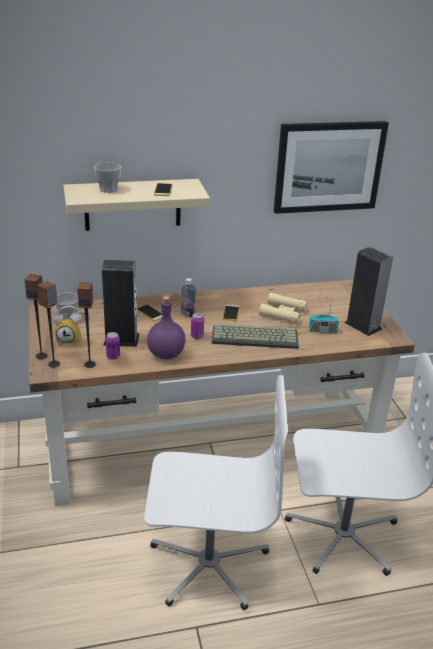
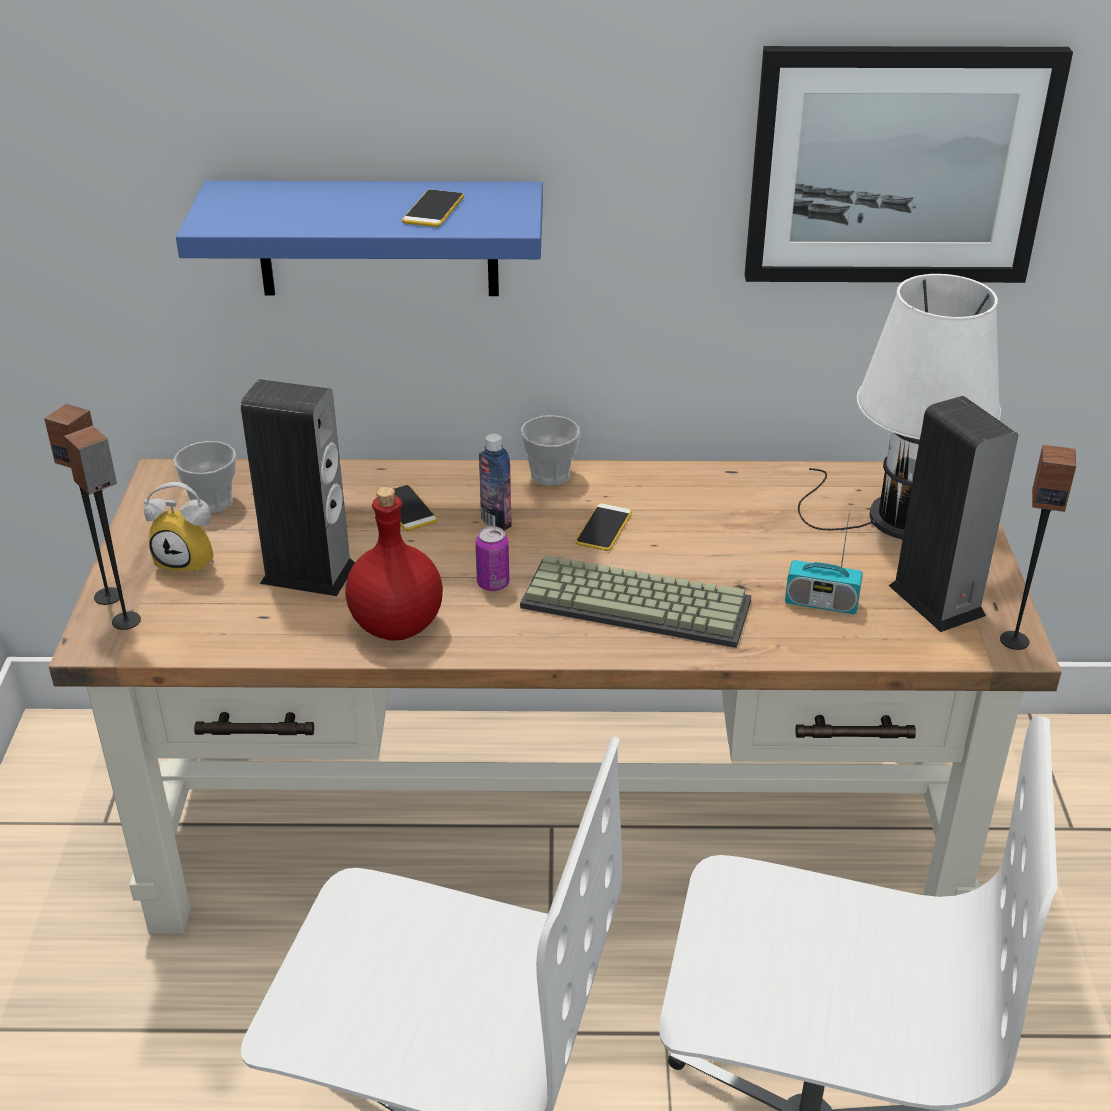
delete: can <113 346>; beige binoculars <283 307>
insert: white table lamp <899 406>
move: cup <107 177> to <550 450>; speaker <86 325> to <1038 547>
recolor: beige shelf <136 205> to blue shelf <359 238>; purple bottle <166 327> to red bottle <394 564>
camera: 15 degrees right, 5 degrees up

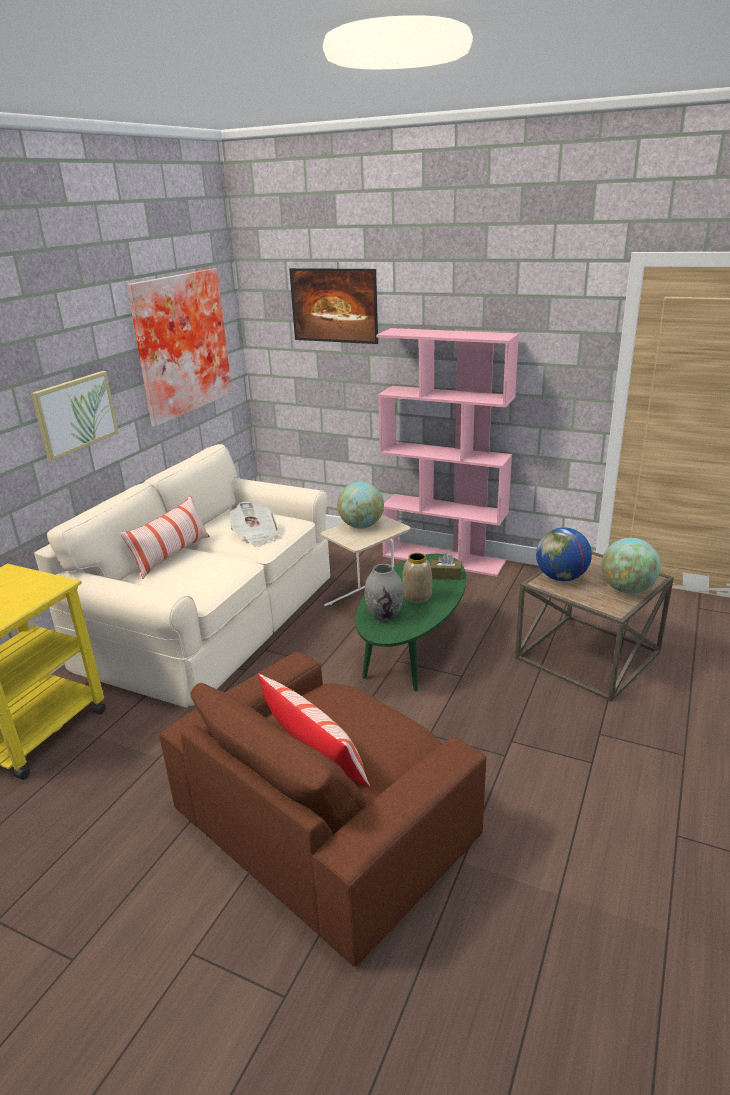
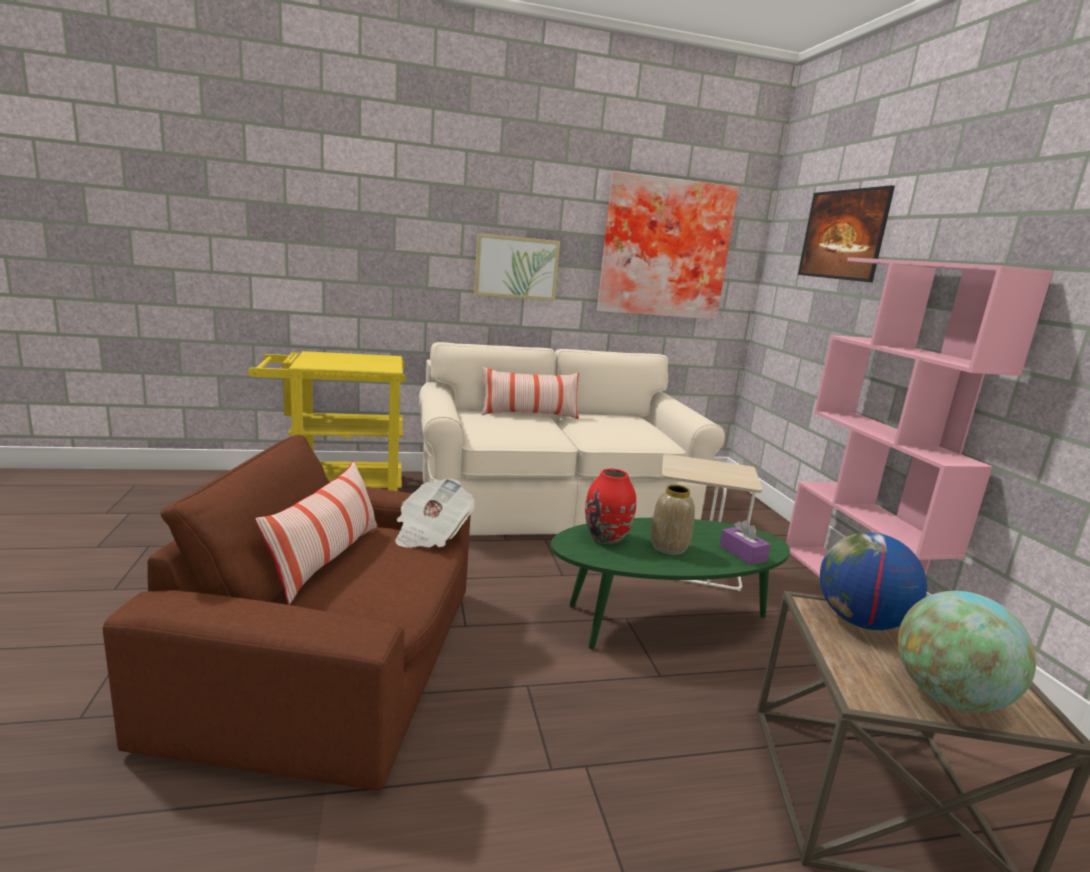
delete: globe <360 505>
move: newspaper <254 524> to <435 513>
recolor: grey vase <384 592> to red vase <610 506>; brown tissue box <446 566> to purple tissue box <745 542>
camera: 50 degrees right, 10 degrees down

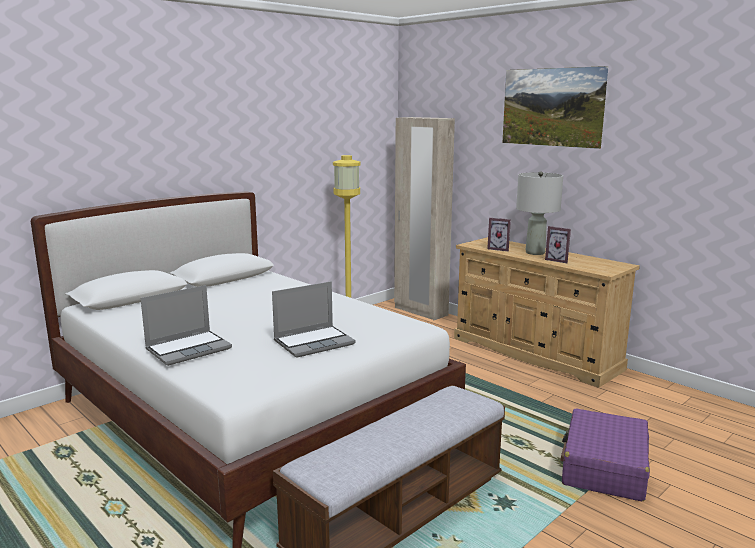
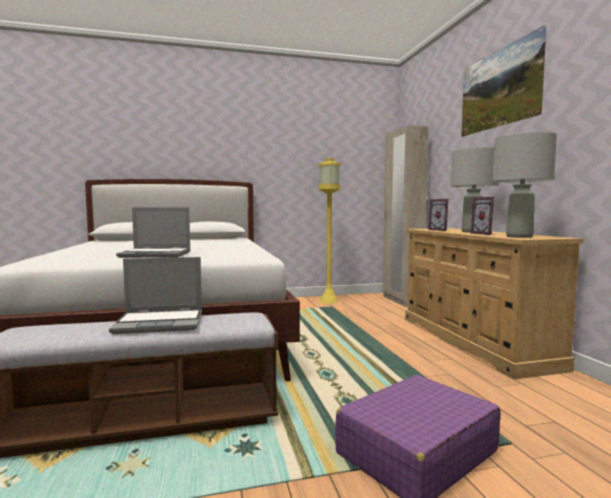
insert: grey table lamp <525 185>
move: laptop <186 325> to <155 295>
camera: 30 degrees right, 10 degrees down

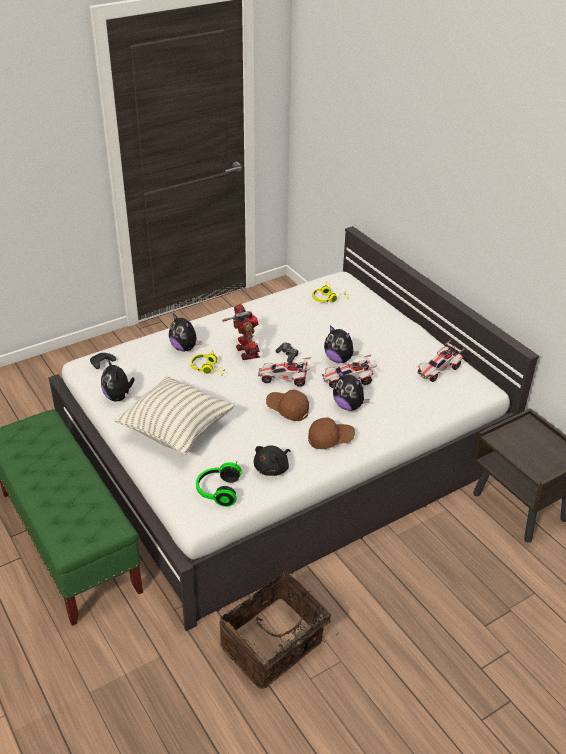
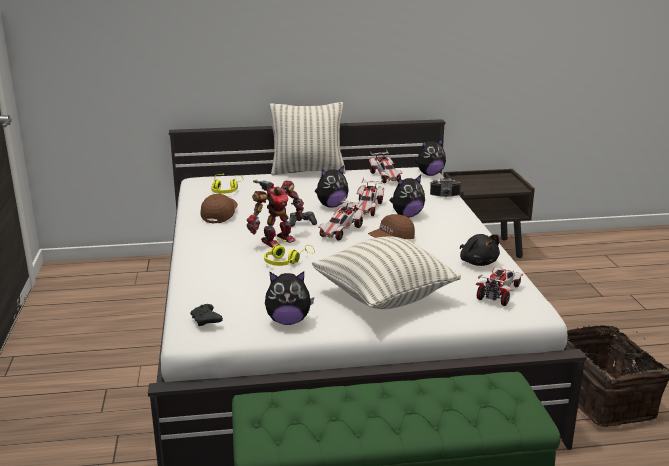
insert: pillow <307 138>; photo camera <445 187>
move: brown cap <331 433> to <219 208>; plush toy <185 332> to <430 157>
replace: headphones <219 484> to toy car <500 286>
rotate: toy robot <241 332> = <275 214> 135 degrees clockwise
camera: 65 degrees left, 15 degrees down

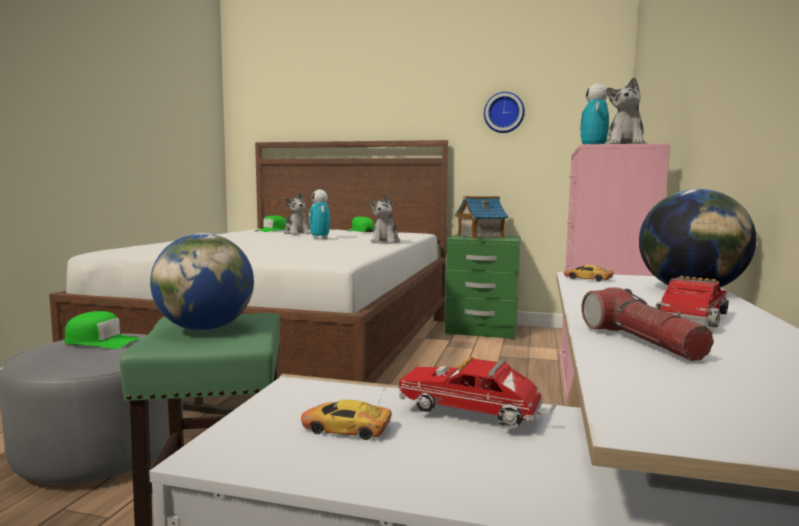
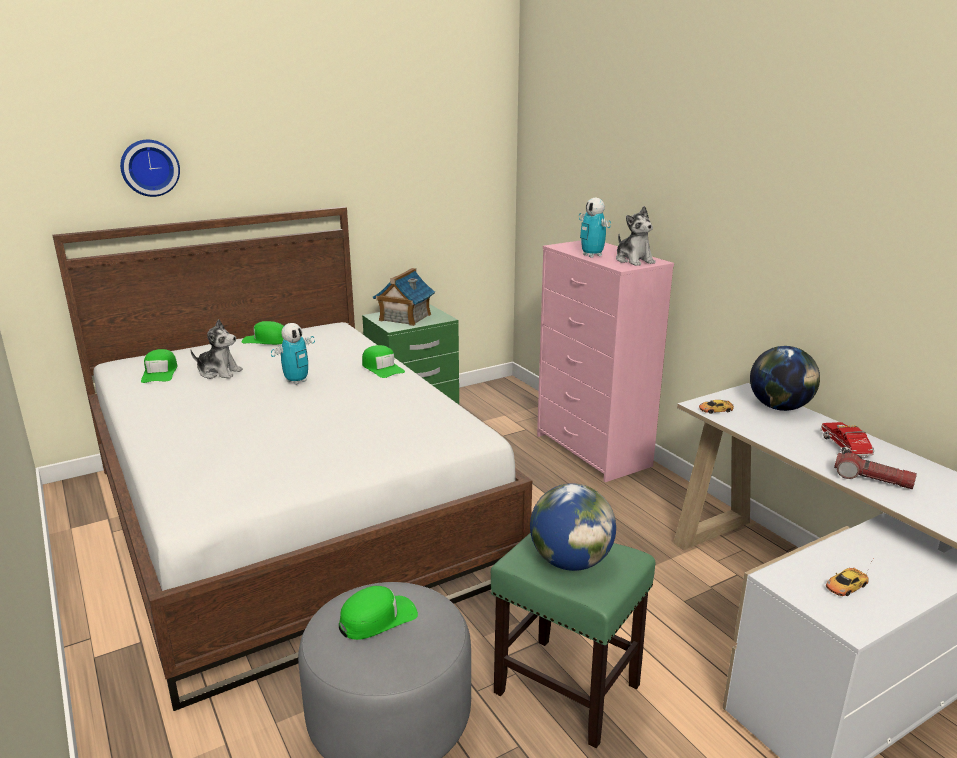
delete: toy truck <477 393>
move: wall clock <504 112> to <150 168>
replace: plush toy <384 219> to green cap <383 361>
rotate: toy robot <319 214> = <293 354> 75 degrees counterclockwise
camera: 45 degrees left, 15 degrees up

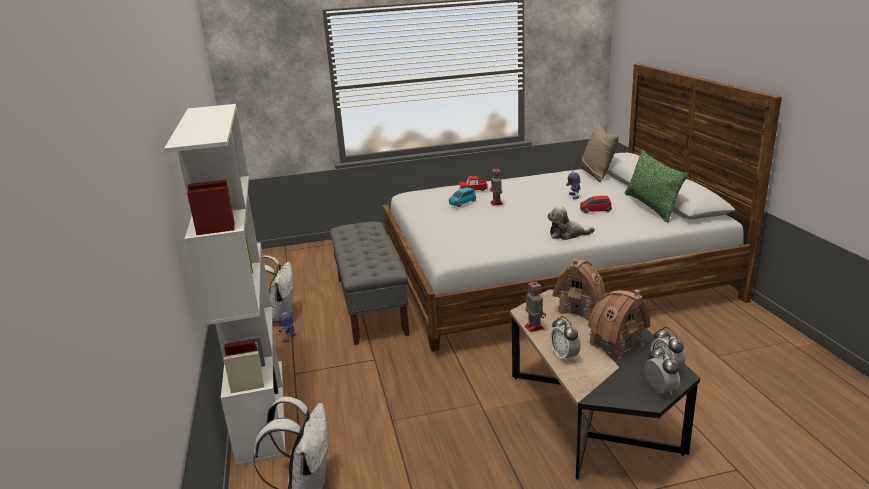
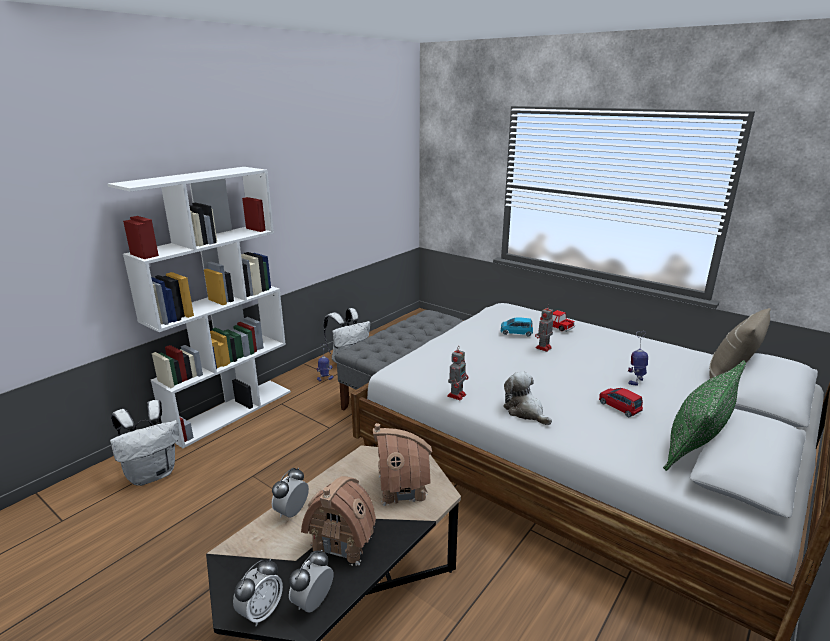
move: toy robot <535 304> to <457 375>
camera: 50 degrees right, 0 degrees up

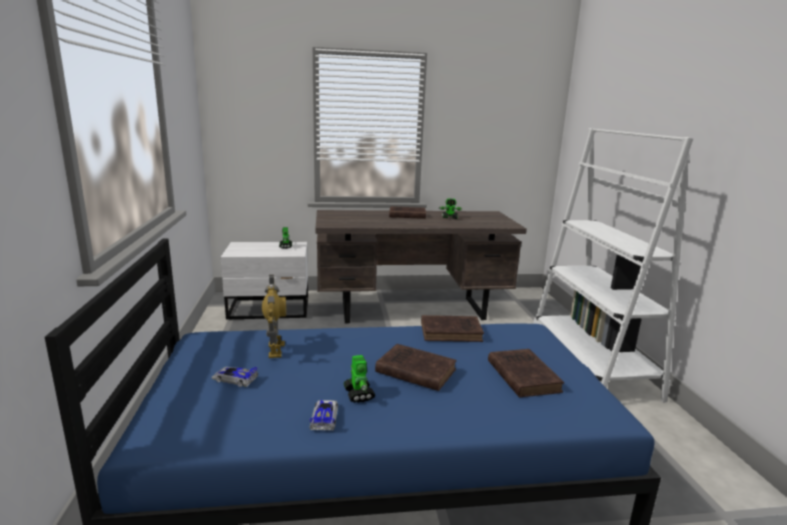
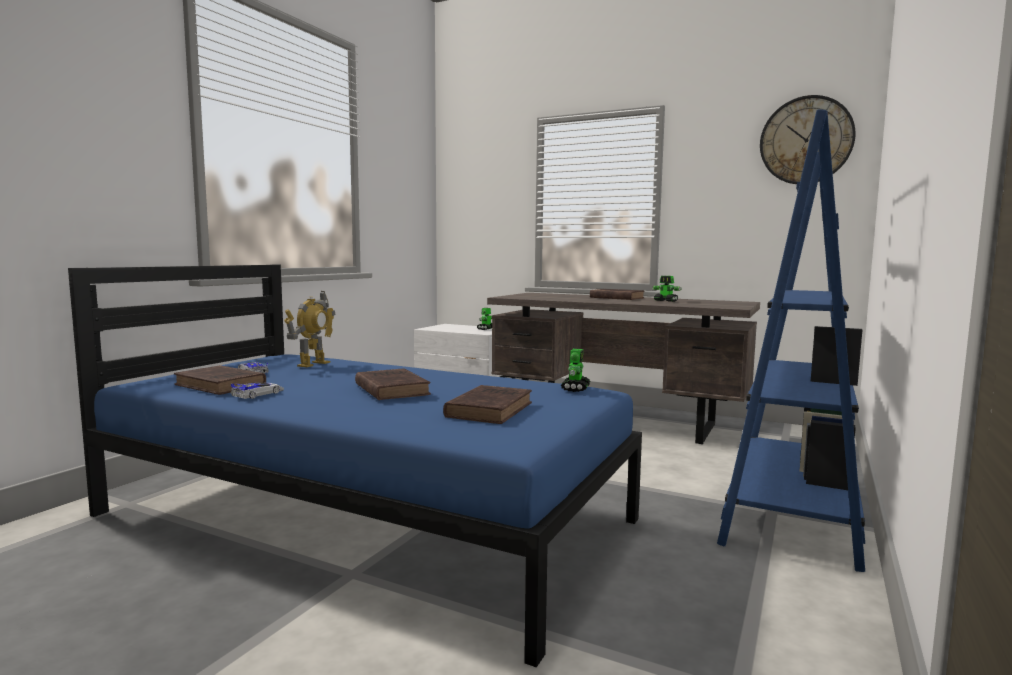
insert: wall clock <808 139>
move: brown book <452 328> to <220 380>; toy robot <359 379> to <575 370>
recolor: white bookcase <613 265> to blue bookcase <791 340>
camera: 35 degrees right, 10 degrees down

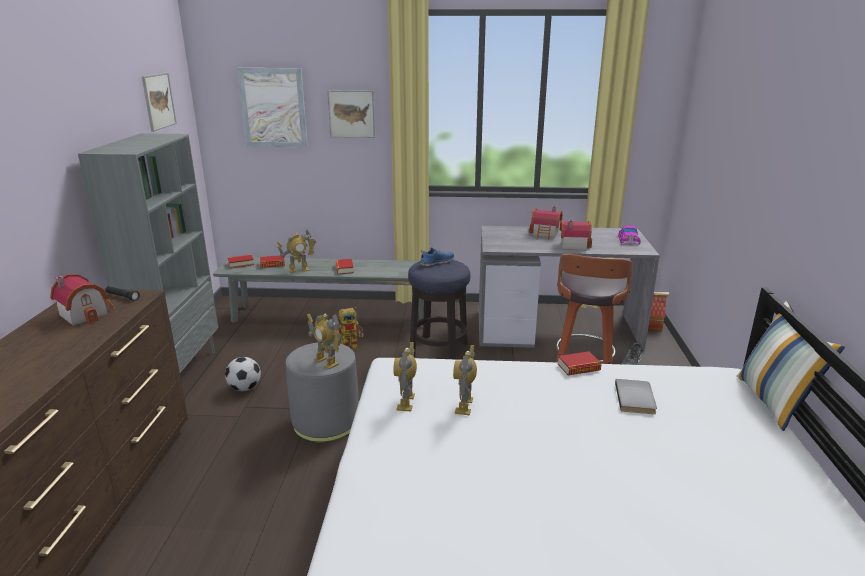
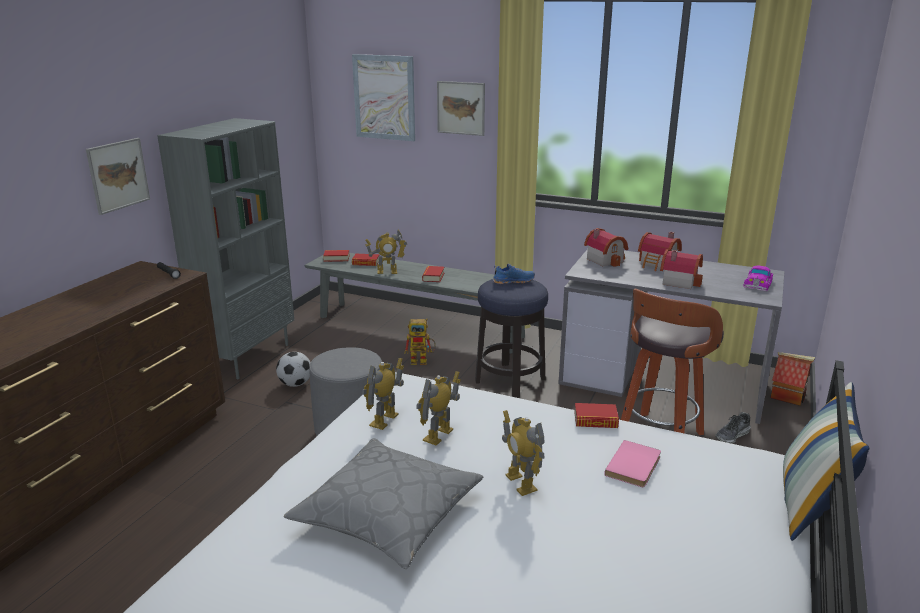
insert: grey pillow <383 503>
move: picture <159 102> to <118 176>; toy robot <324 341> to <523 453>; toy house <82 299> to <606 247>
recolor: grey book <636 396> to pink book <632 463>
camera: 20 degrees right, 0 degrees up

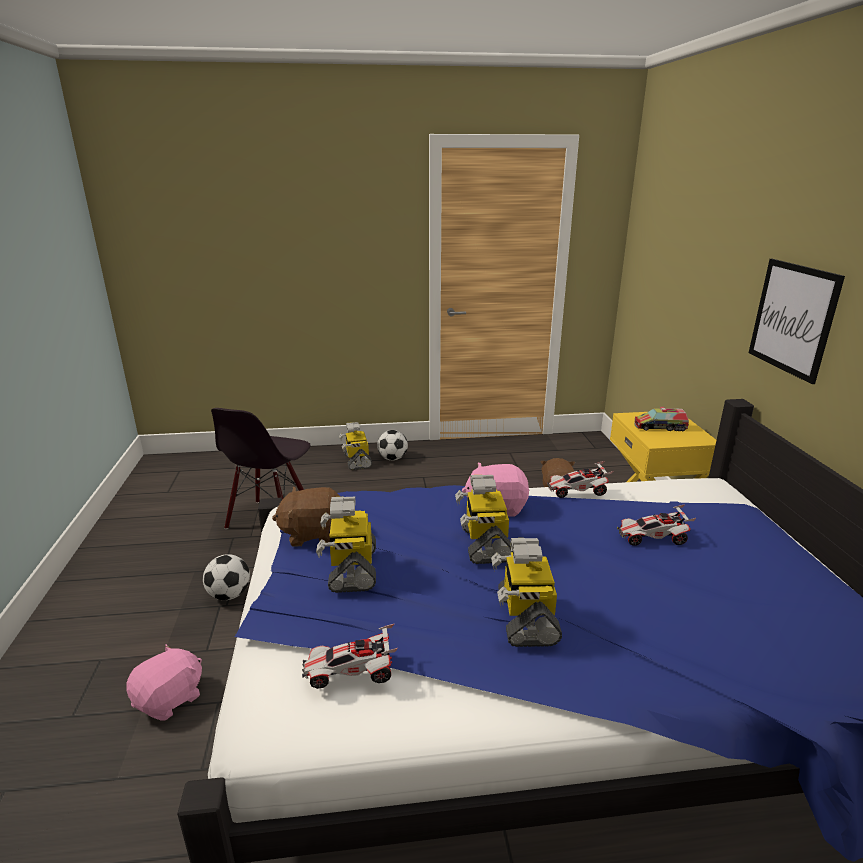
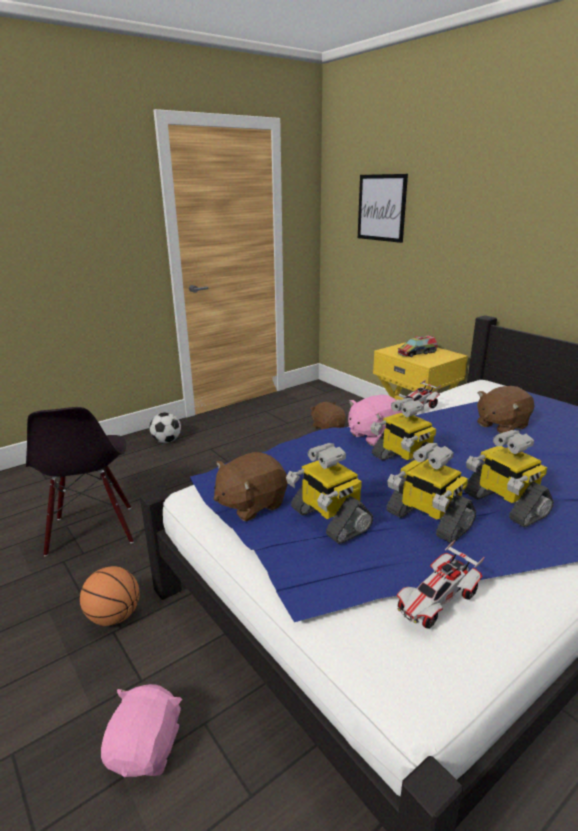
move: picture <797 321> to <383 208>; toy robot <355 446> to <431 493>
replace: football <226 577> to basketball <110 596>; toy car <656 525> to brown plush toy <505 410>
camera: 30 degrees left, 0 degrees up

